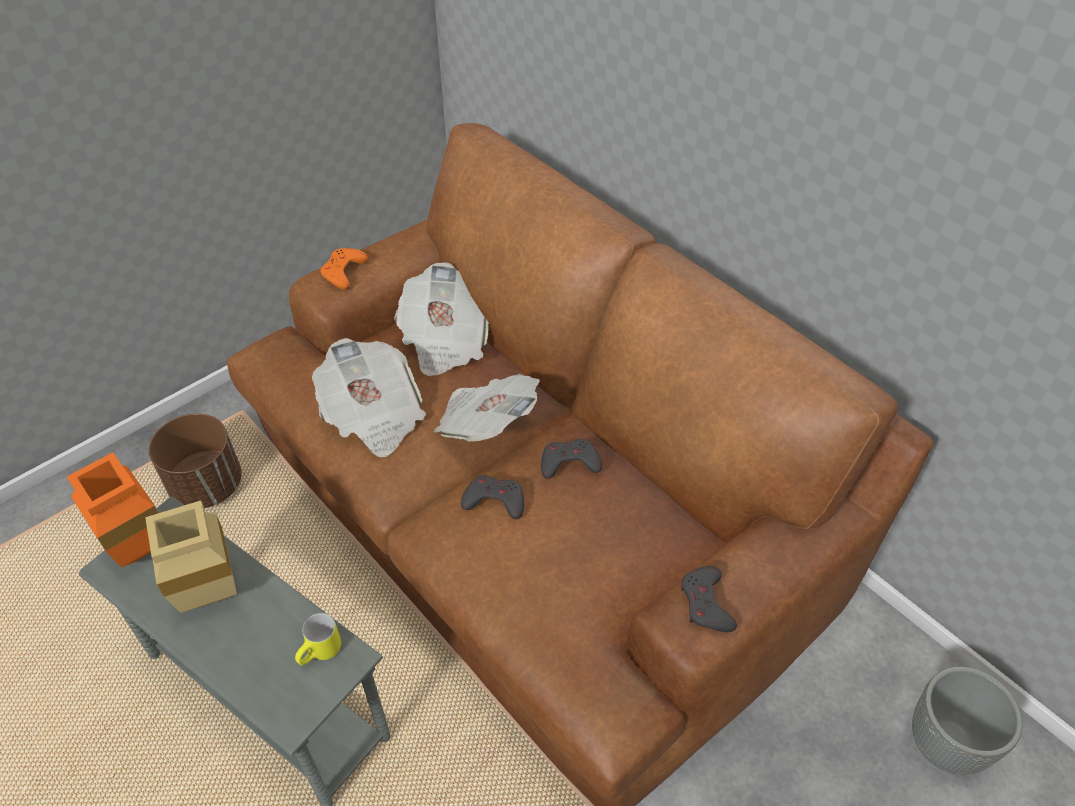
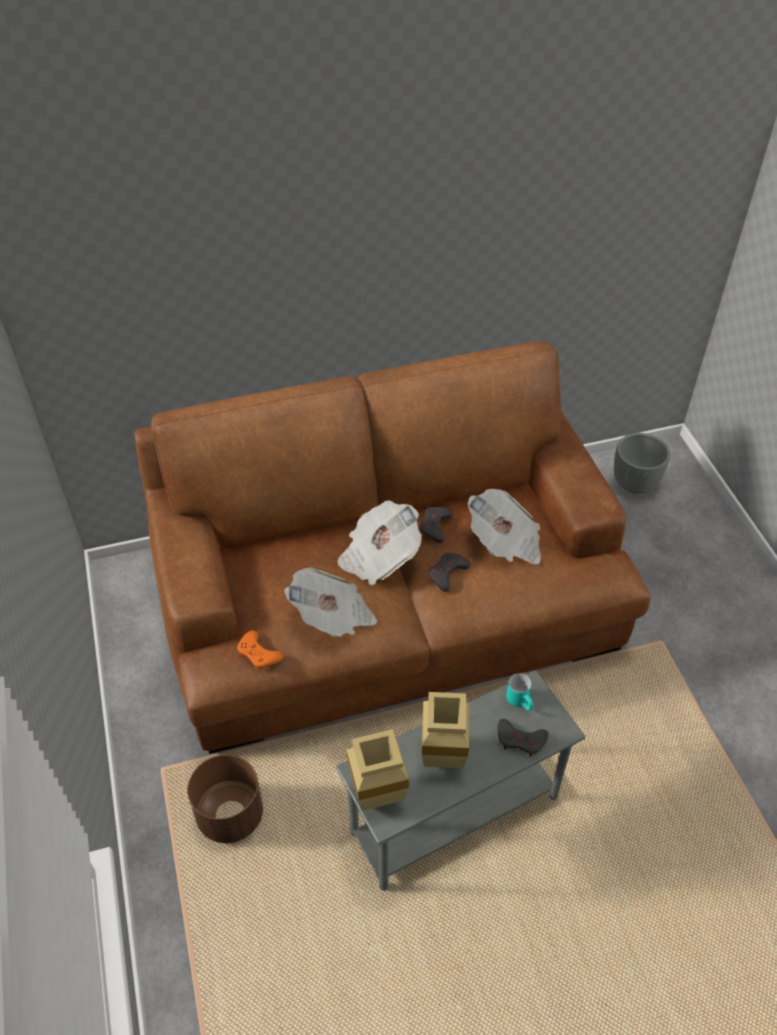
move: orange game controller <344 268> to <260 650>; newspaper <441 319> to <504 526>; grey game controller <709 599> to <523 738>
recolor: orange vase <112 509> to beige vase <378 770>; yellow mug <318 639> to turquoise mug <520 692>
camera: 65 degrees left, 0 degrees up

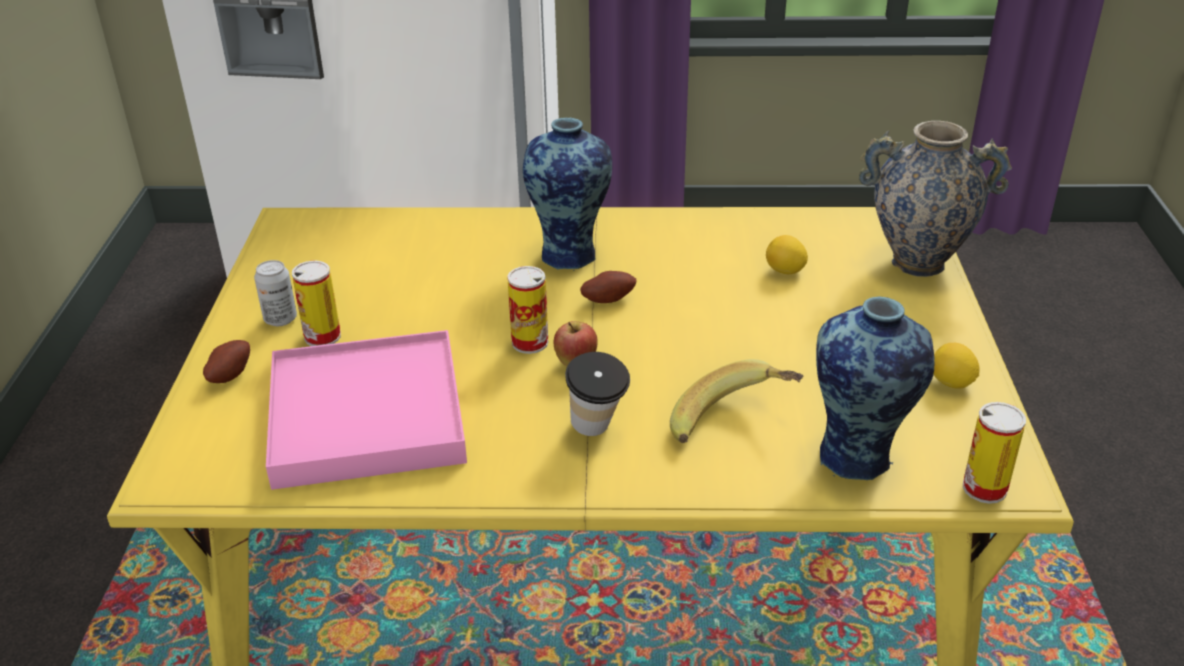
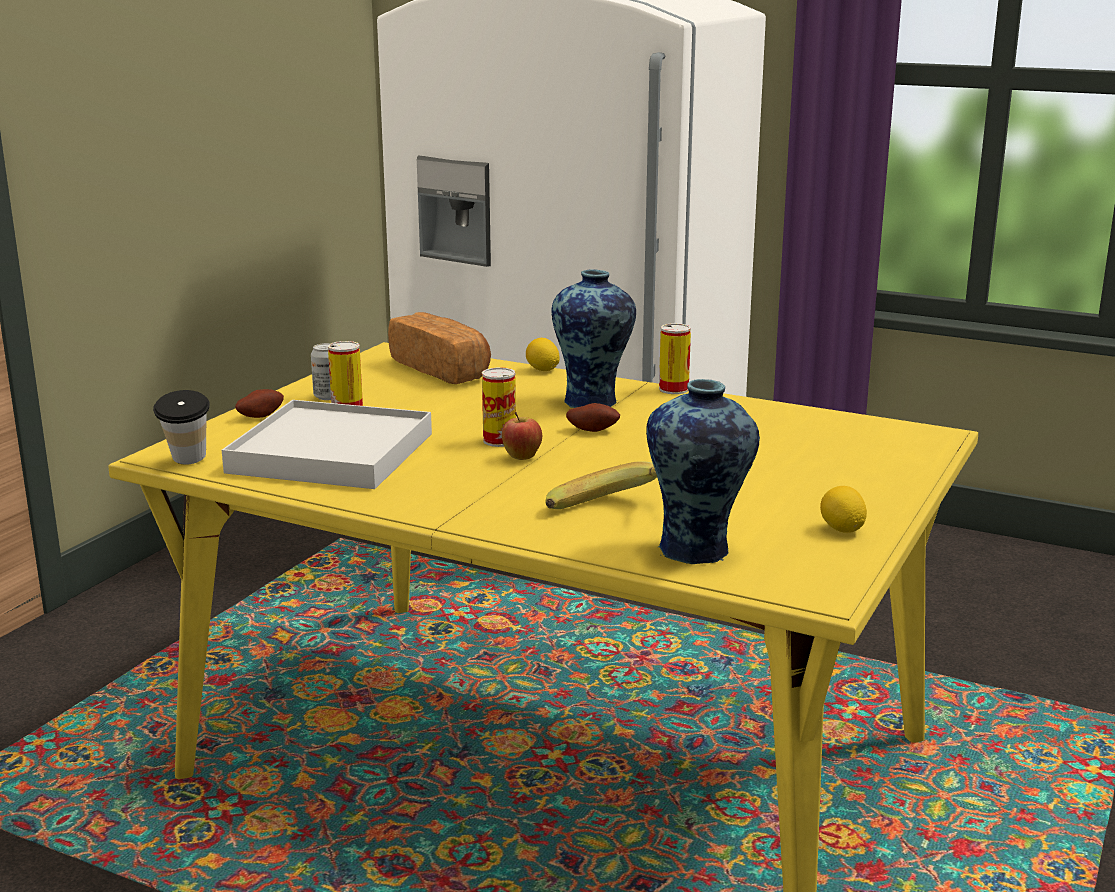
delete: vase <935 199>
insert: bread <439 348>
move: cup <597 394> to <181 427>; lemon <787 254> to <542 354>; can <994 453> to <675 358>
recolor: pink tray <366 410> to white tray <327 444>
camera: 25 degrees right, 15 degrees down

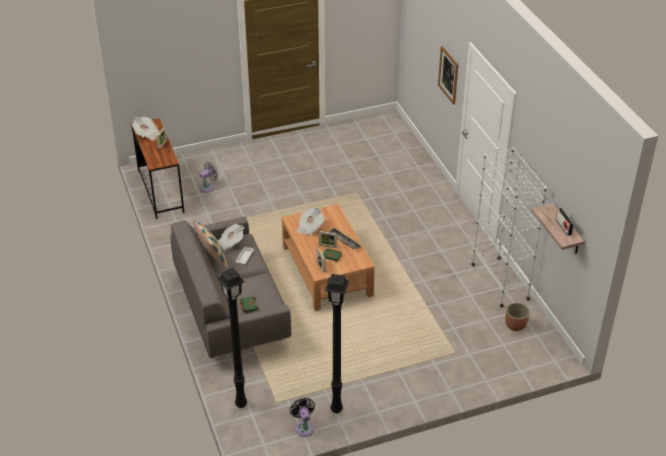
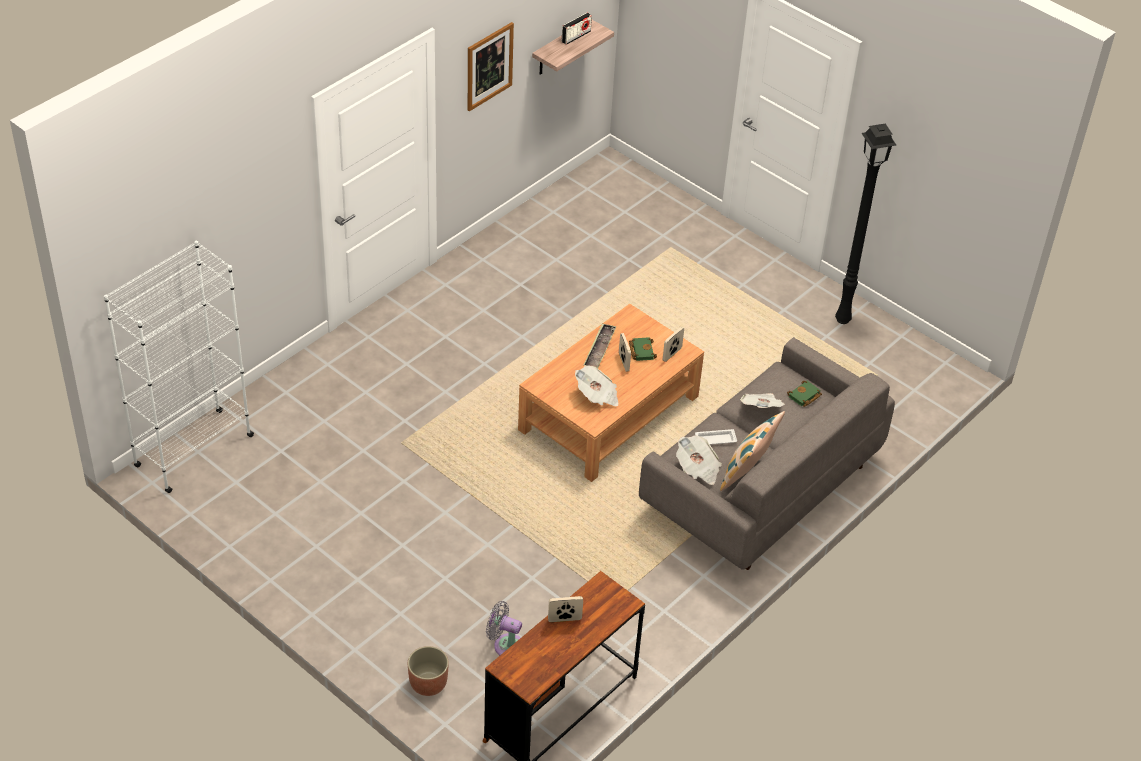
delete: black floor lamp <232 338>; black fan <302 417>
move: white bookcase <509 227> to <179 367>; planter <517 317> to <428 671>; picture <448 75> to <491 66>; newspaper <145 129> to <762 400>
camera: 120 degrees left, 5 degrees up

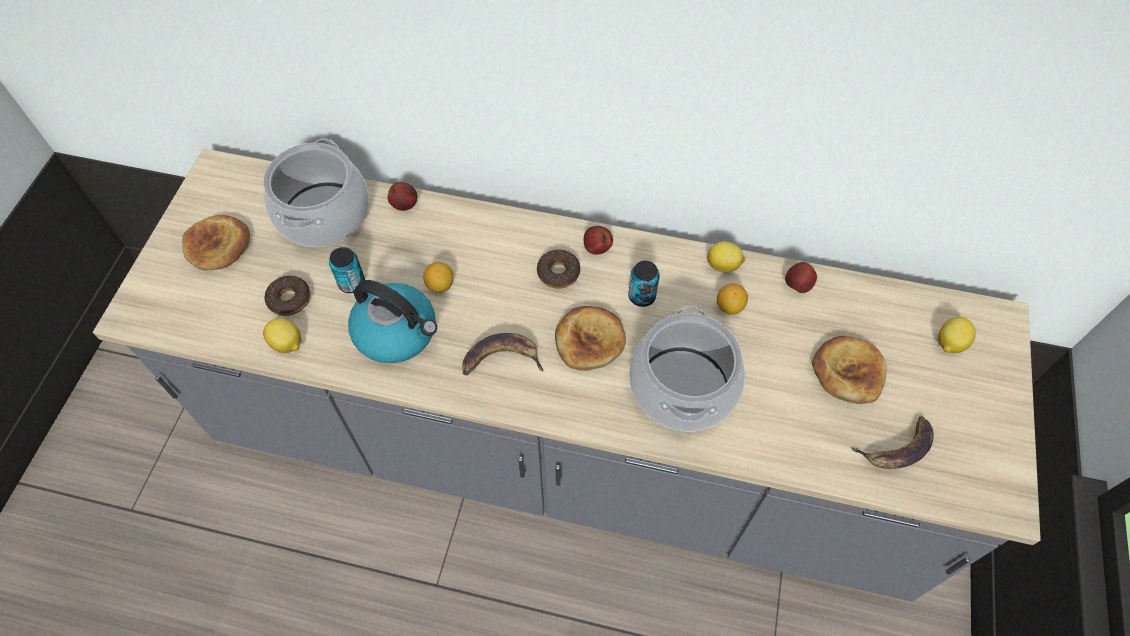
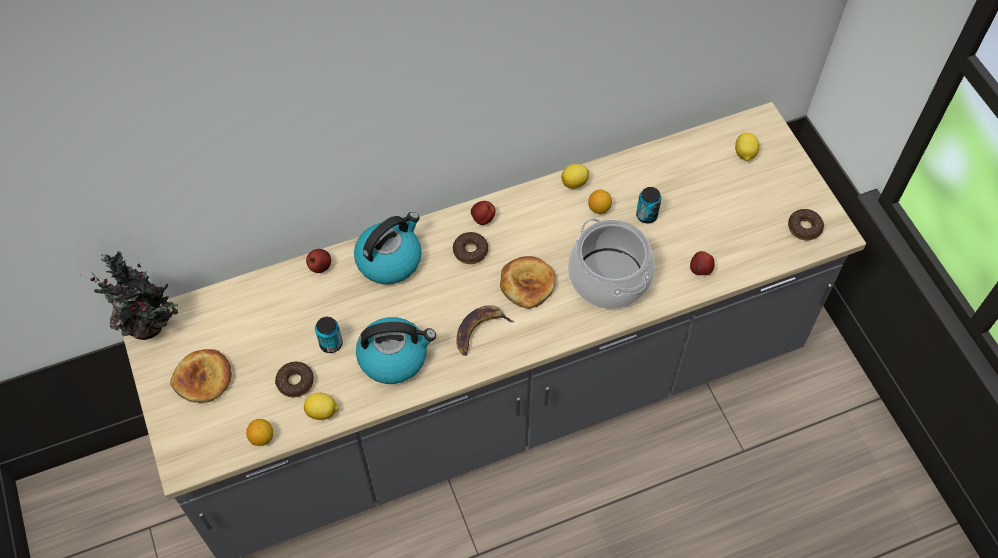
delete: cooking pot <316 193>; bread <849 370>; banana <892 442>
insert: potted plant <131 295>; kettle <388 248>; donut <806 224>
move: lemon <438 277> to <259 432>; can <644 284> to <648 205>; apple <801 277> to <702 263>
camera: 35 degrees left, 0 degrees up

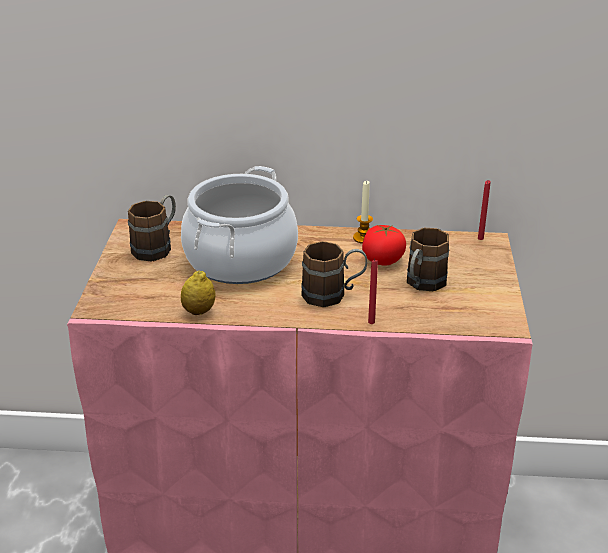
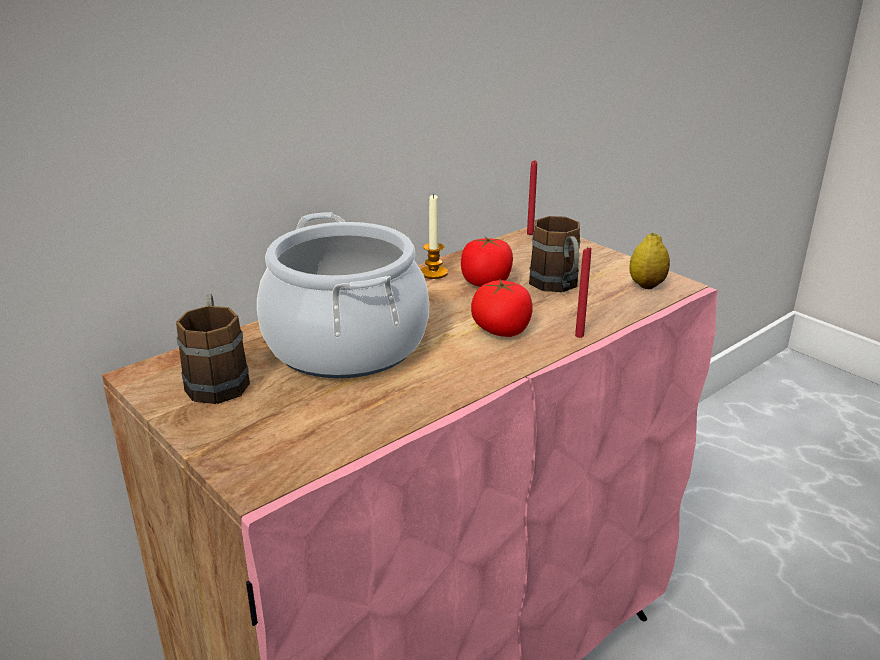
move: lemon <198 292> to <649 261>
replace: brown mug <334 274> to tomato <502 308>
camera: 45 degrees left, 5 degrees down

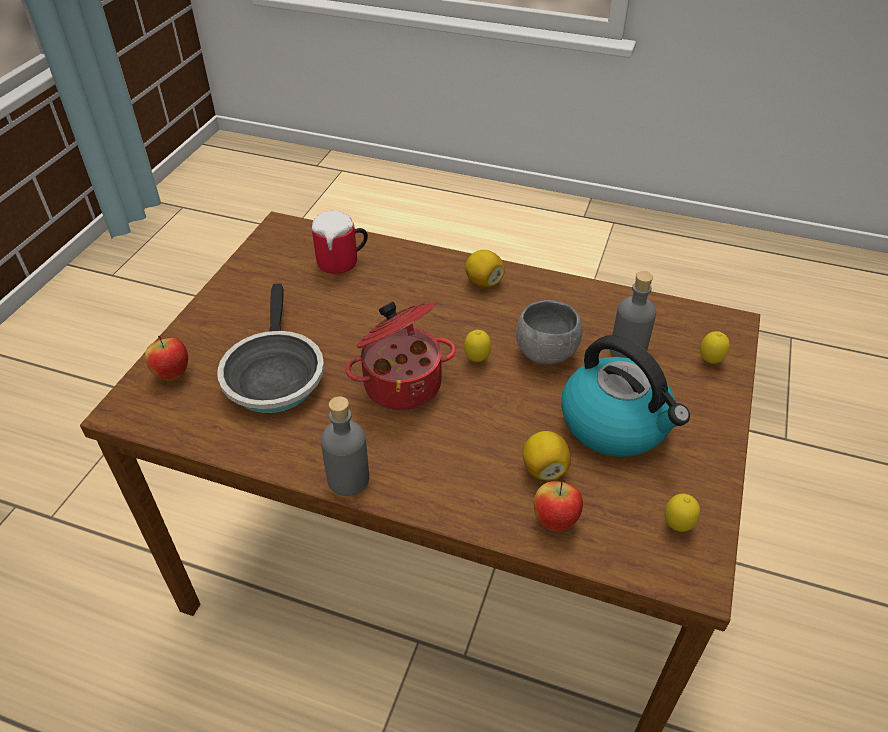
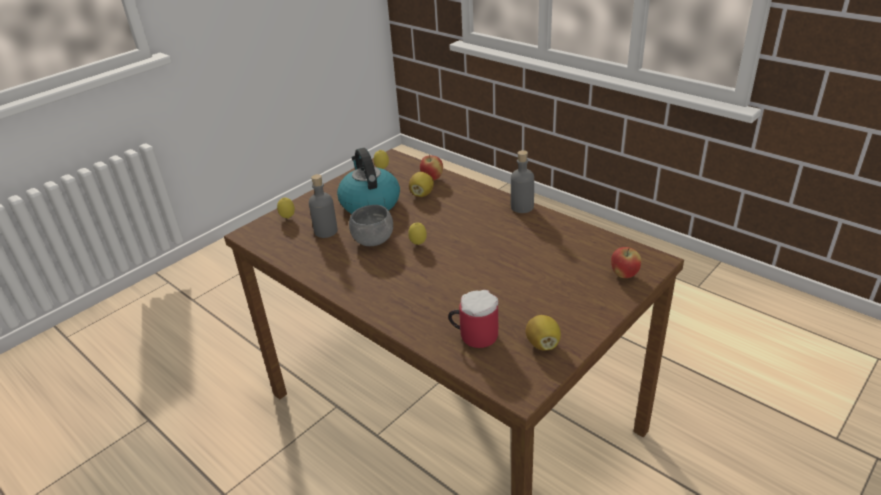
delete: frying pan <270 348>; cooking pot <400 356>
move: lemon <485 269> to <543 333>
camera: 155 degrees left, 10 degrees down

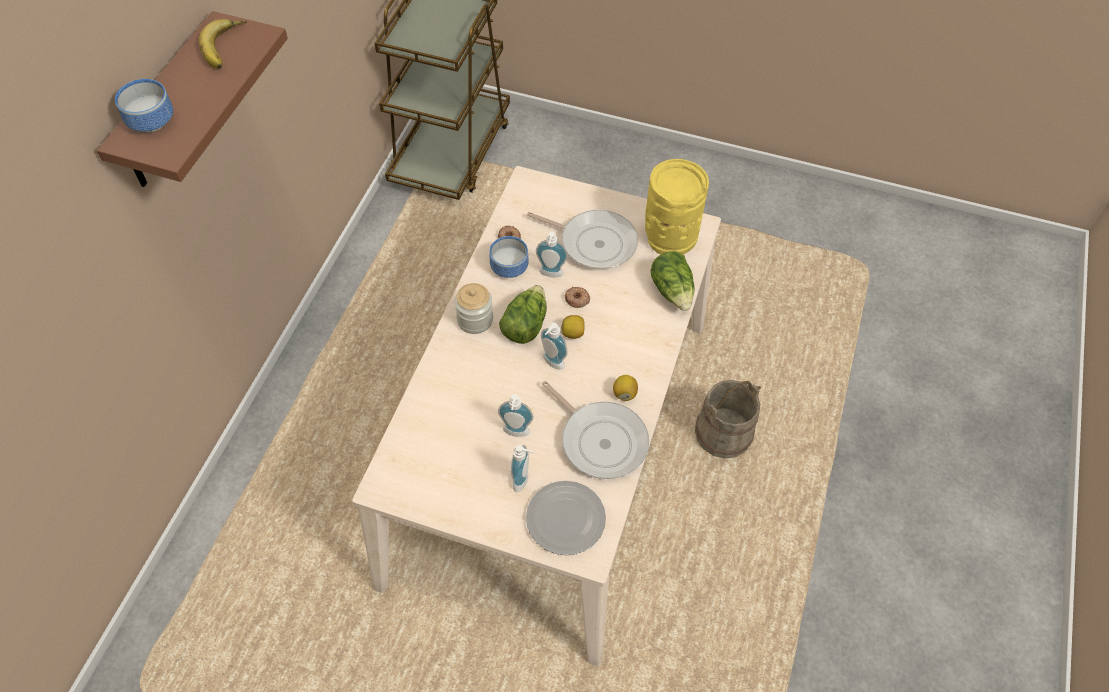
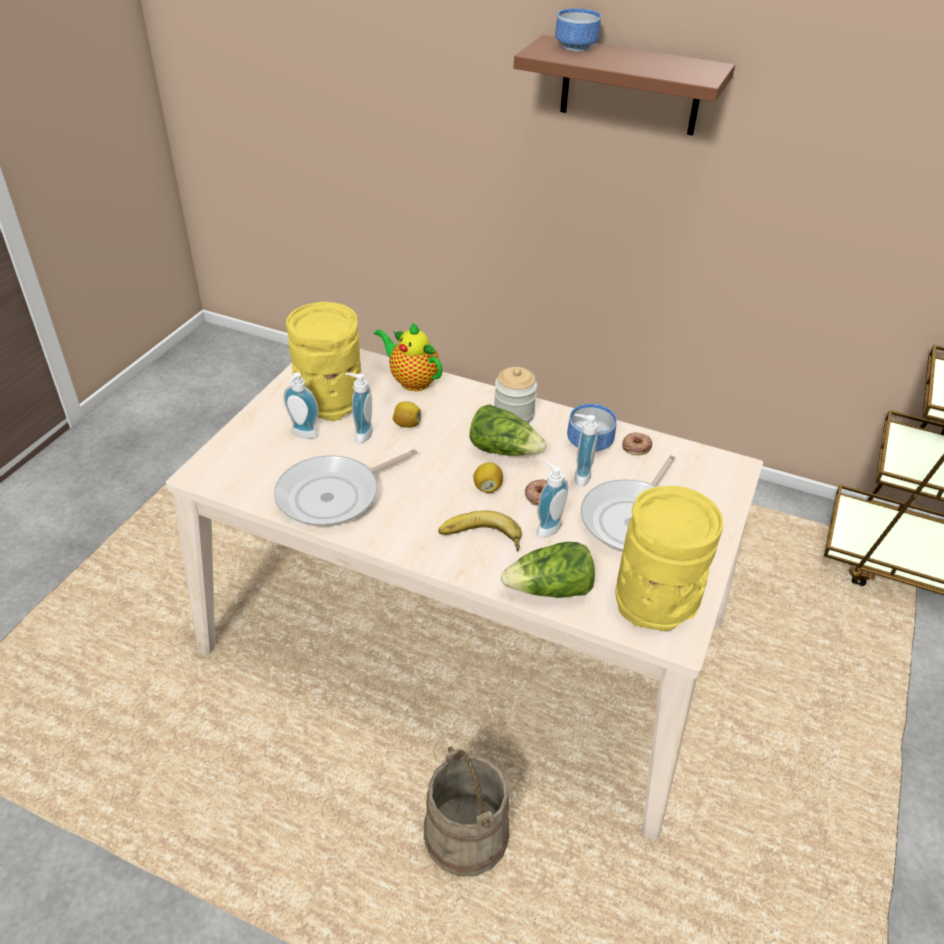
delete: plate <566 518>
insert: yellow vase <323 361>; teapot <408 357>
move: lemon <625 388> to <407 414>; banana <223 44> to <480 531>; soap dispenser <554 346> to <552 499>
camera: 95 degrees right, 15 degrees down

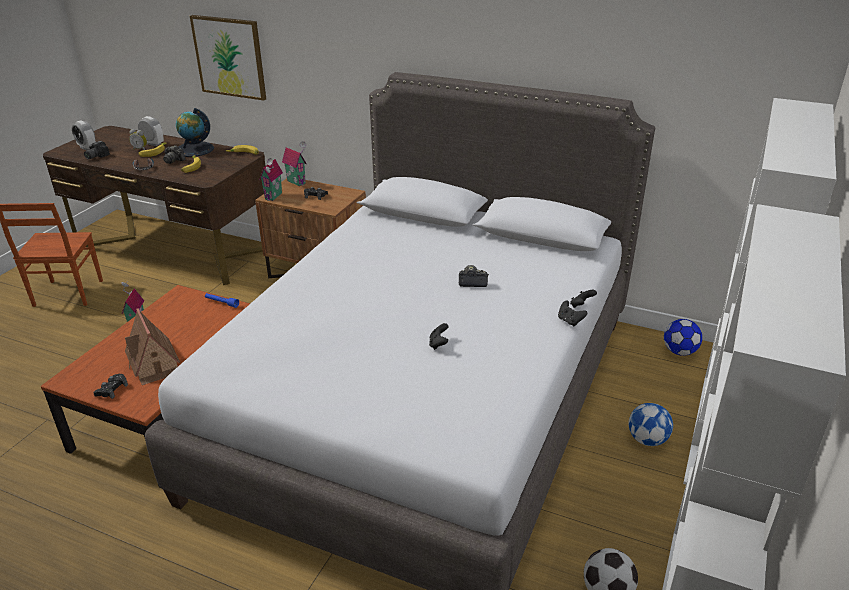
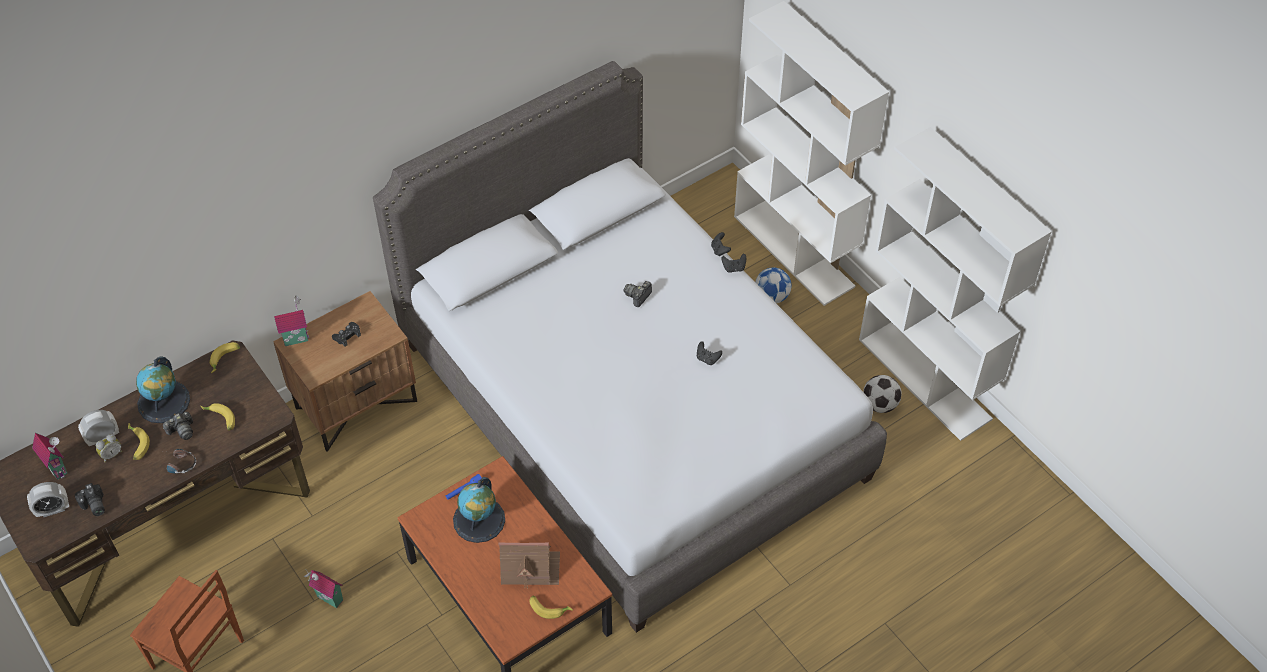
delete: picture <228 58>; football <683 337>
insert: globe <479 510>
move: toy house <271 179> to <50 456>
replace: black game controller <110 386> to banana <551 607>
camera: 60 degrees left, 20 degrees up

